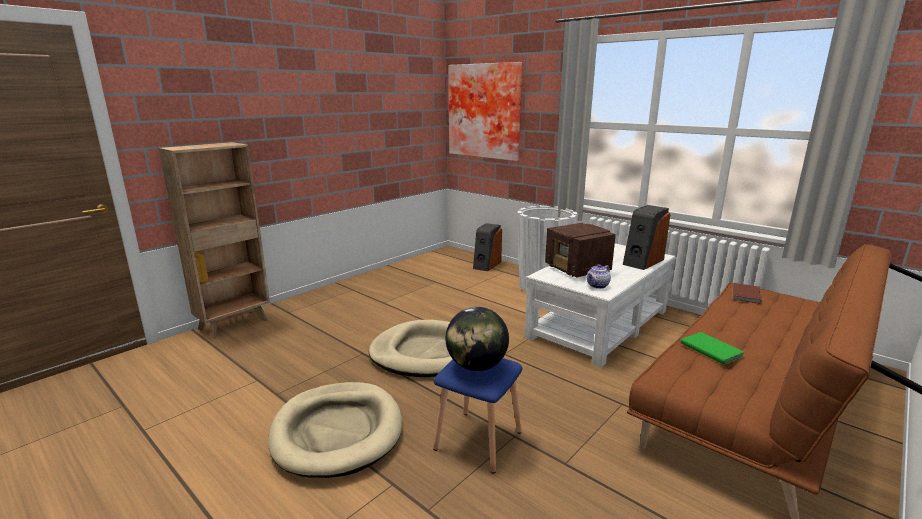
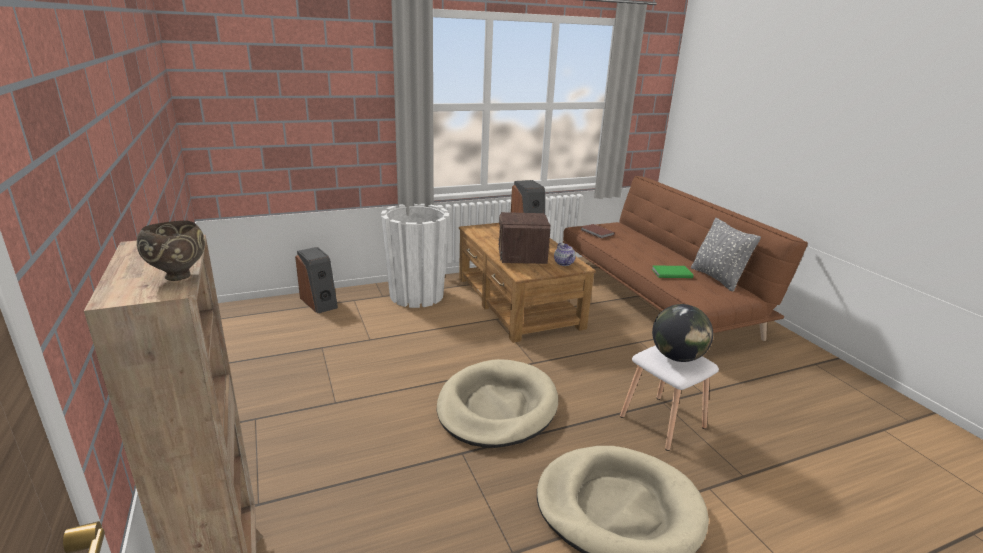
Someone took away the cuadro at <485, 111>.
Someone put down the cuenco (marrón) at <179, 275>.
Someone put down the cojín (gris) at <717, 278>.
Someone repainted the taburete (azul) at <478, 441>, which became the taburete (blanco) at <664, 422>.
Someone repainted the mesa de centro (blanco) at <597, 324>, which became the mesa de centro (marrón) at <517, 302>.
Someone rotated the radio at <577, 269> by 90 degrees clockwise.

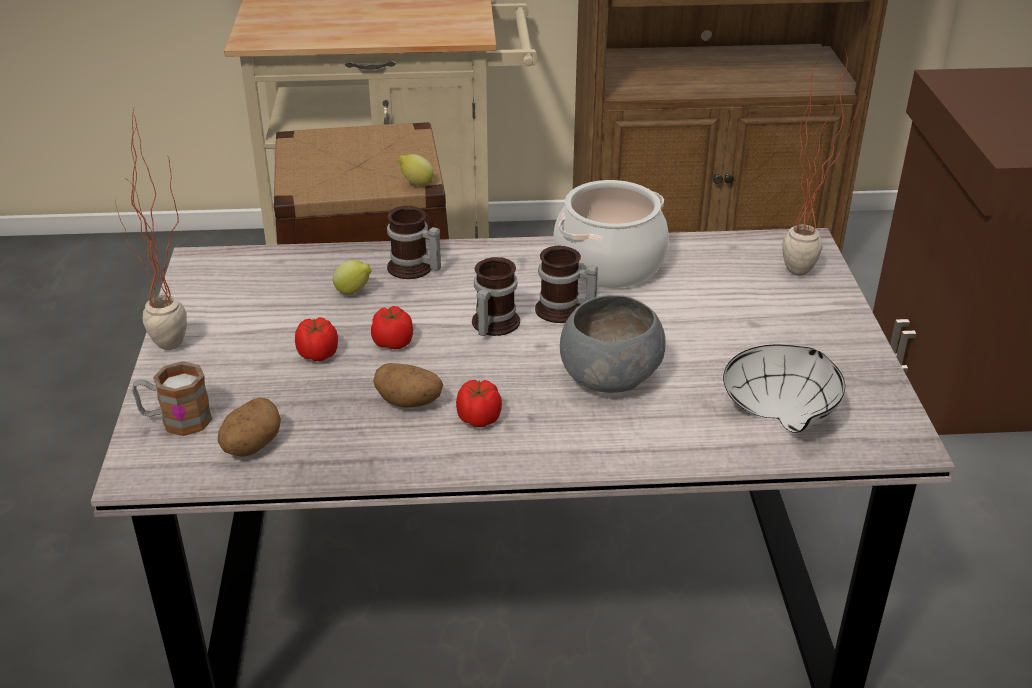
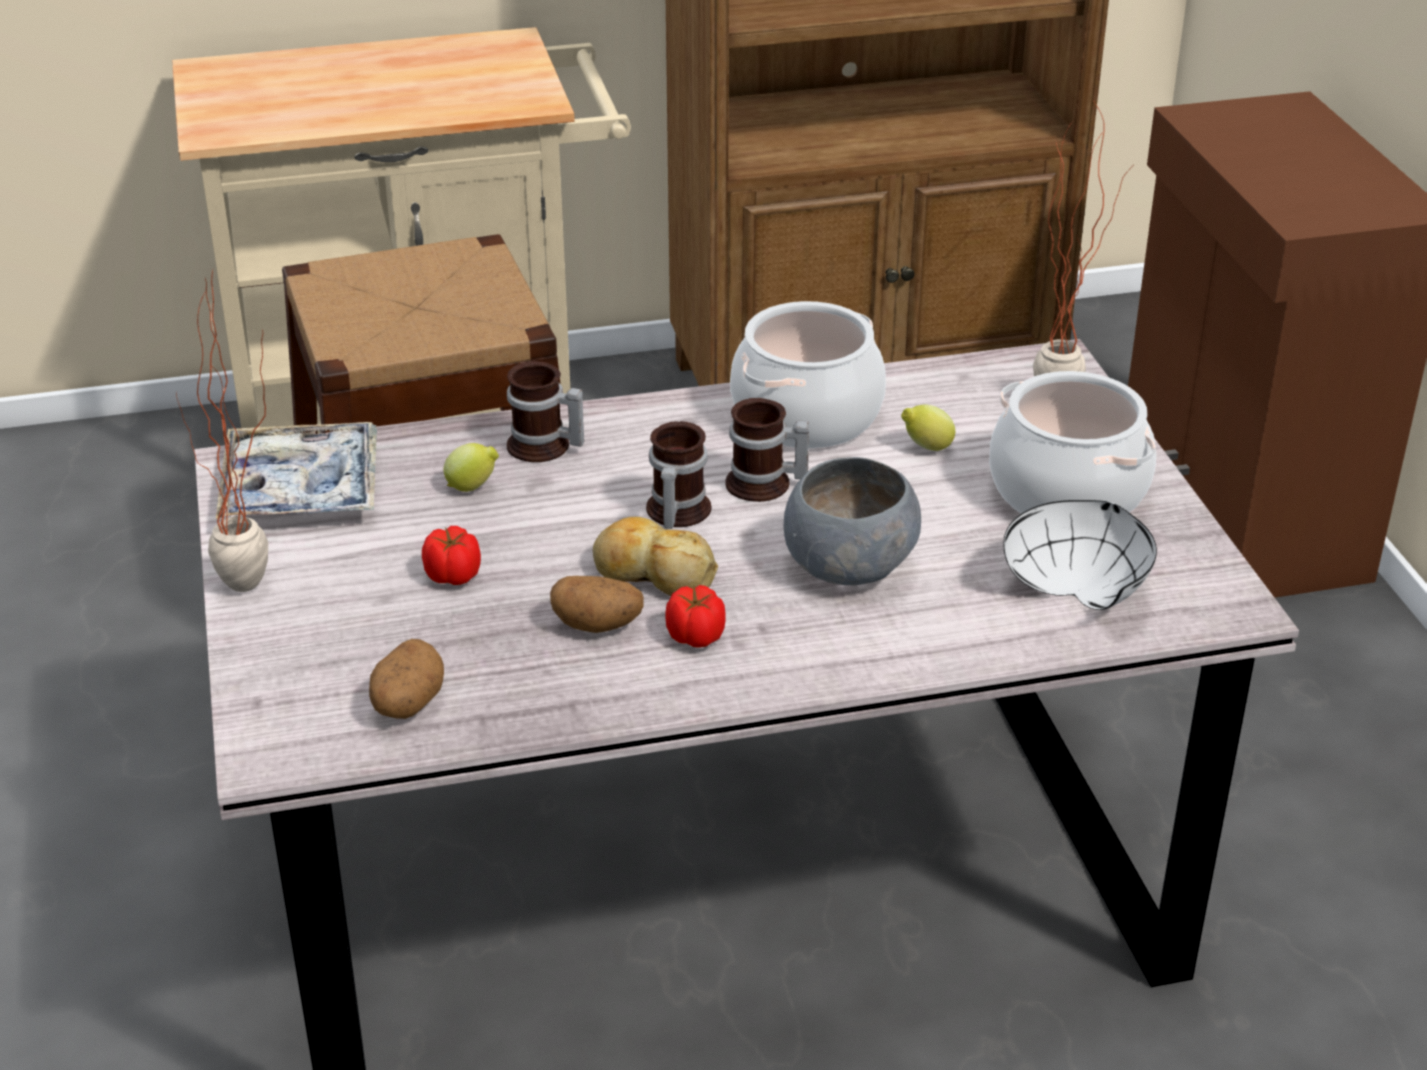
Someone took away the taza grande at <176, 420>.
Someone took away the tomate at <393, 342>.
Someone put down the bandeja at <301, 488>.
Someone put down the pan at <654, 573>.
Someone put down the olla at <1069, 491>.
Someone carried the limón from <416, 184> to <926, 447>.

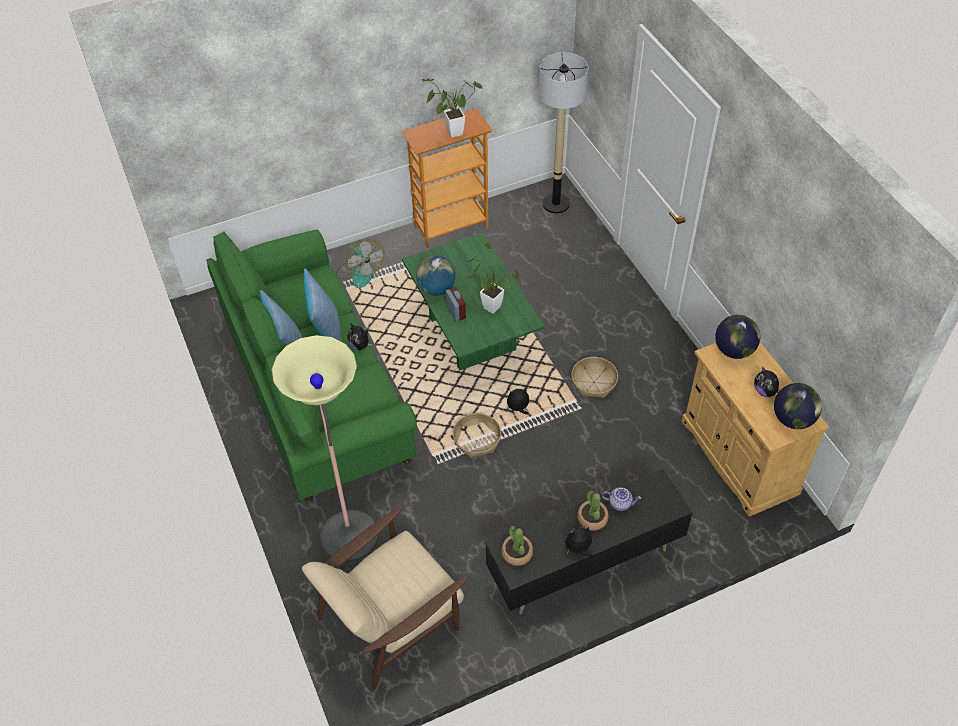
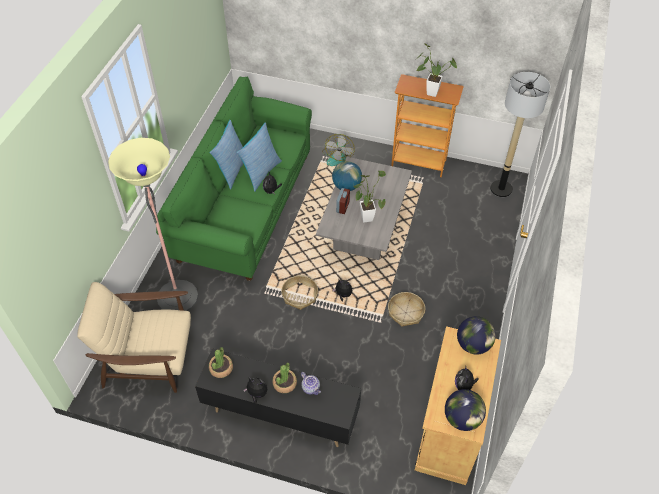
Someone repainted the mesa de centro (verde) at <472, 334>, which became the mesa de centro (gris) at <363, 233>.

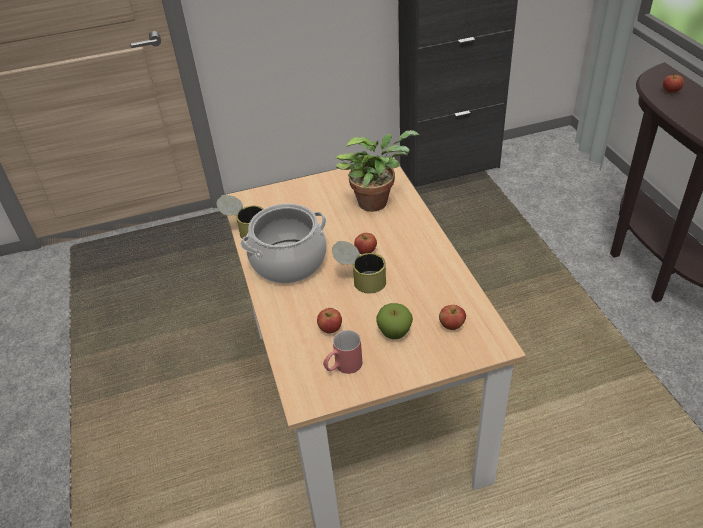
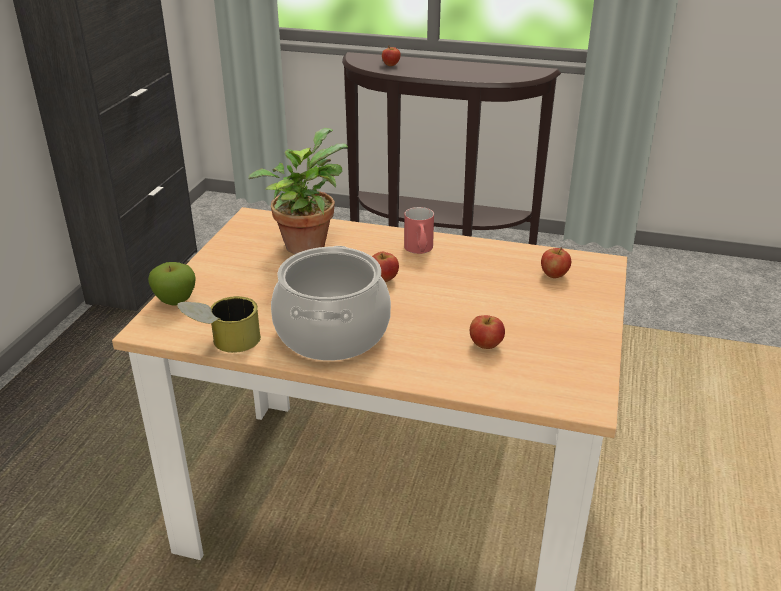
Someone took away the lata at <360, 279>.
Someone carried the taza grande (rojo) from <343, 367> to <419, 250>.
Someone carried the manzana from <394, 333> to <175, 301>.

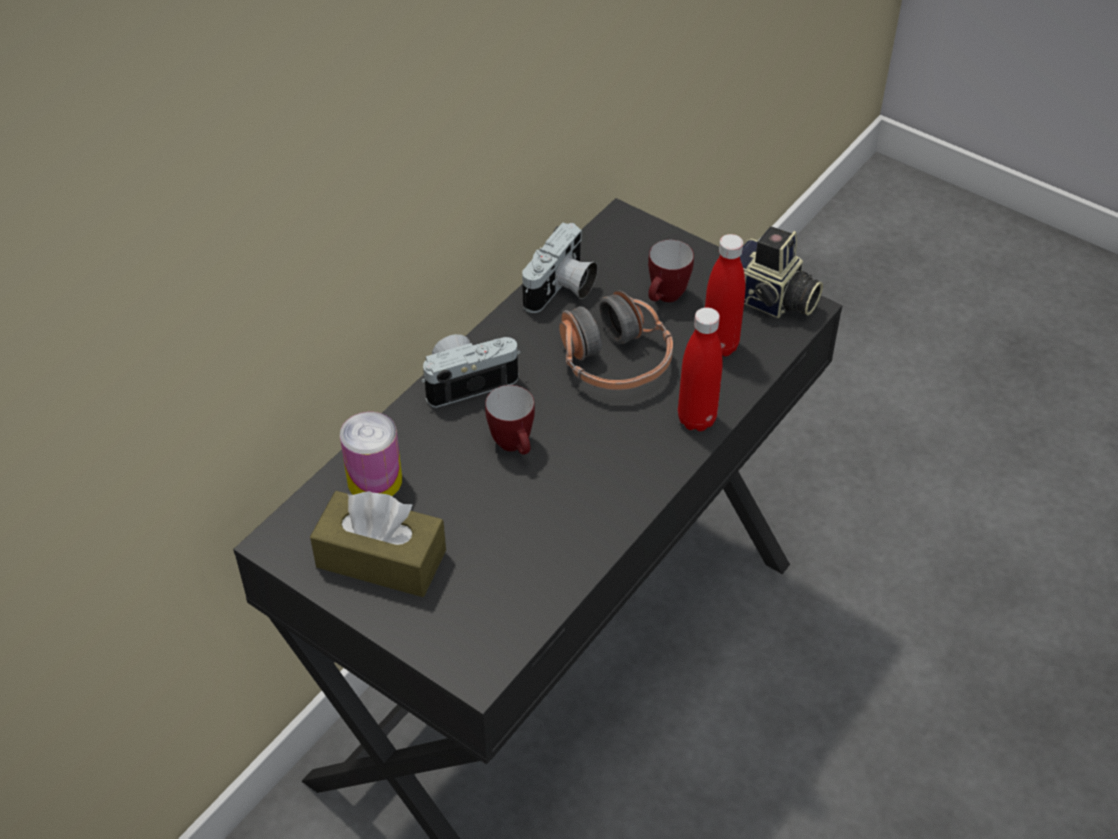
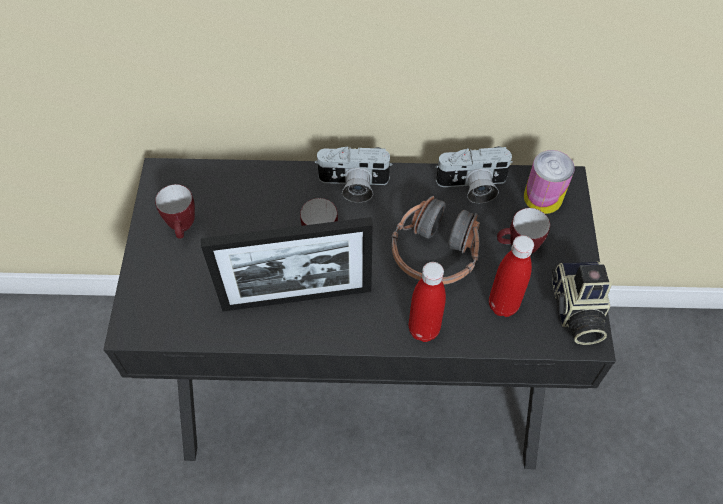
Someone put down the portarretratos at <297, 297>.
Someone carried the lata from <374, 480> to <543, 197>.
Someone swapped the caja de pañuelos (marrón) at <381, 558> for the taza grande at <183, 228>.
Someone rotated the cámara at <468, 380> by 150 degrees clockwise.

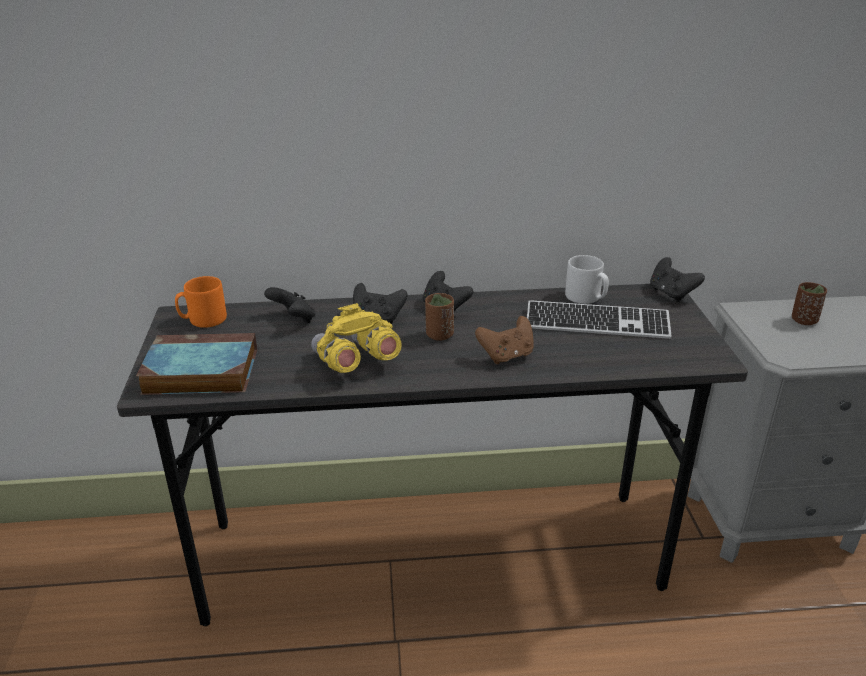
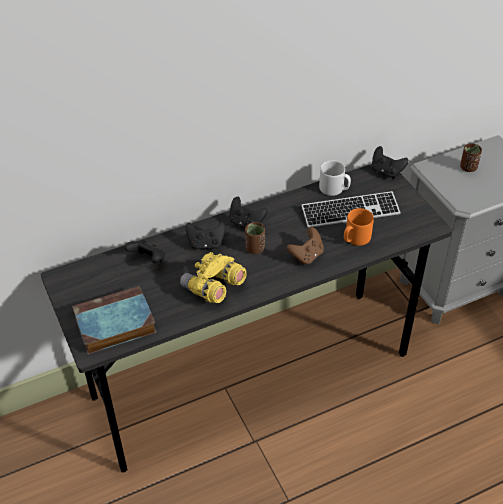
Someone carried the taza grande (naranja) from <203, 320> to <355, 238>.

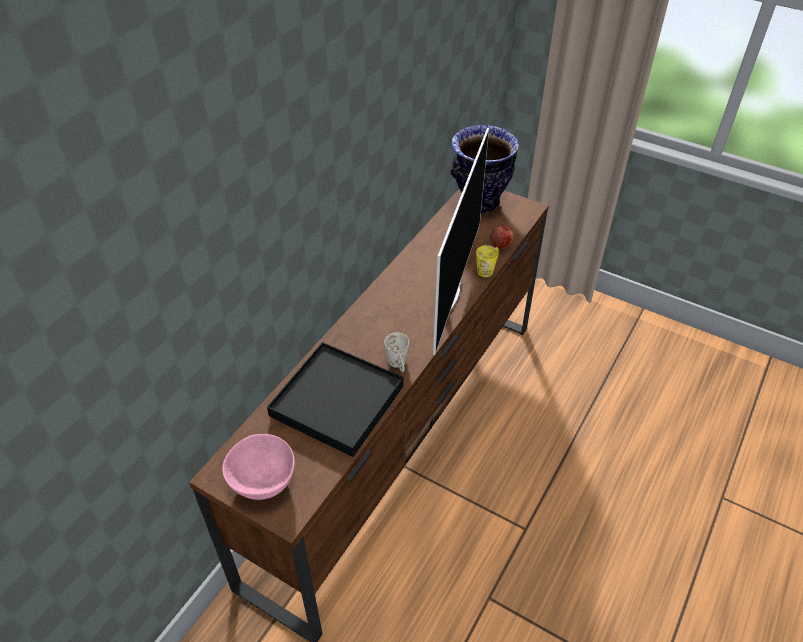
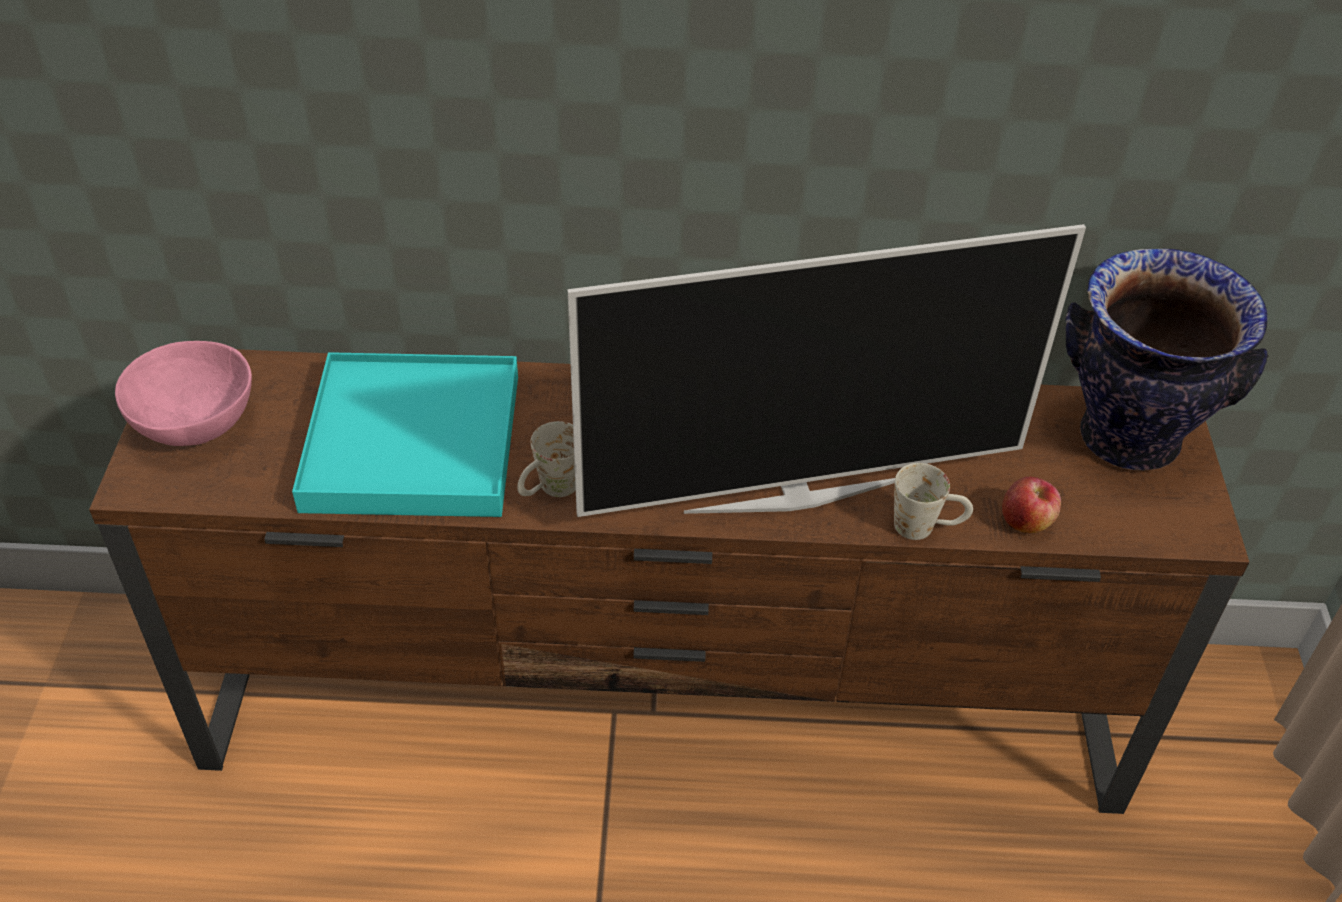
Someone repainted the bandeja (negro) at <337, 401>, which became the bandeja (turquesa) at <412, 442>.
Someone repainted the taza grande (amarillo) at <487, 269>, which became the taza grande (blanco) at <926, 527>.

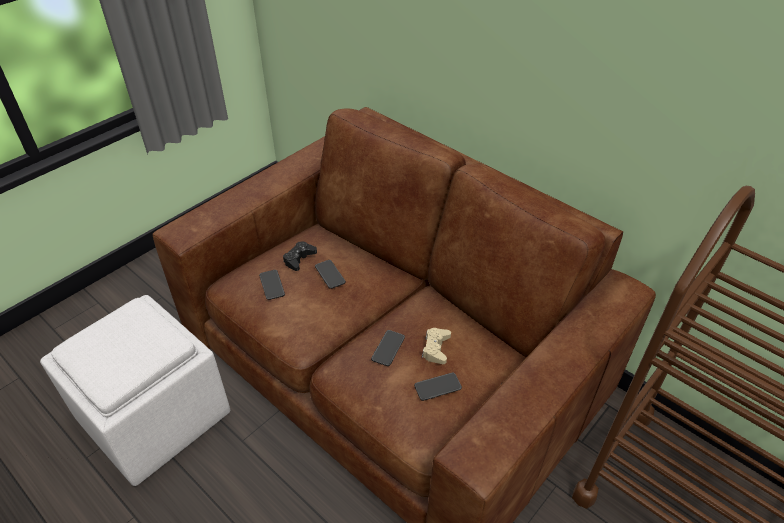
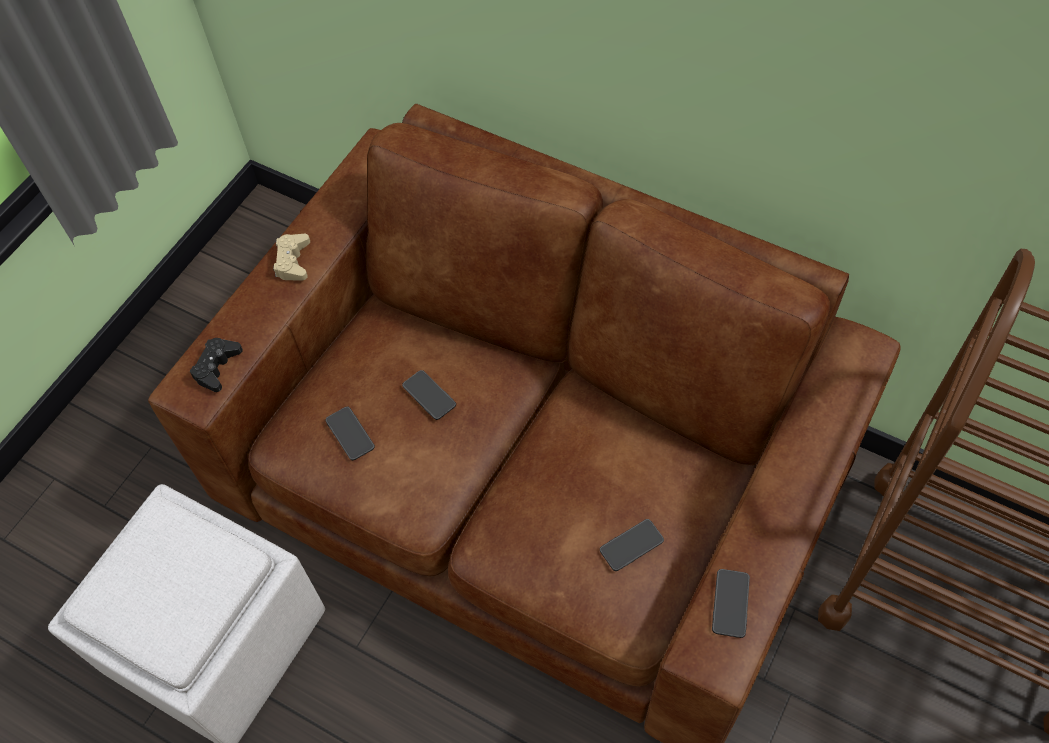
Someone carried the mando de consola (negro) from <299, 259> to <217, 367>.
Someone carried the móvil from <388, 348> to <730, 603>.
Someone carried the mando de consola (beis) from <436, 348> to <293, 261>.

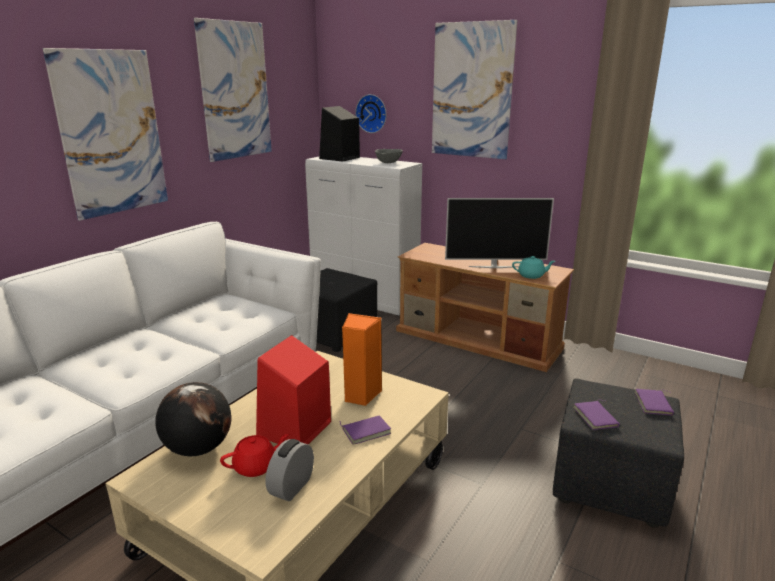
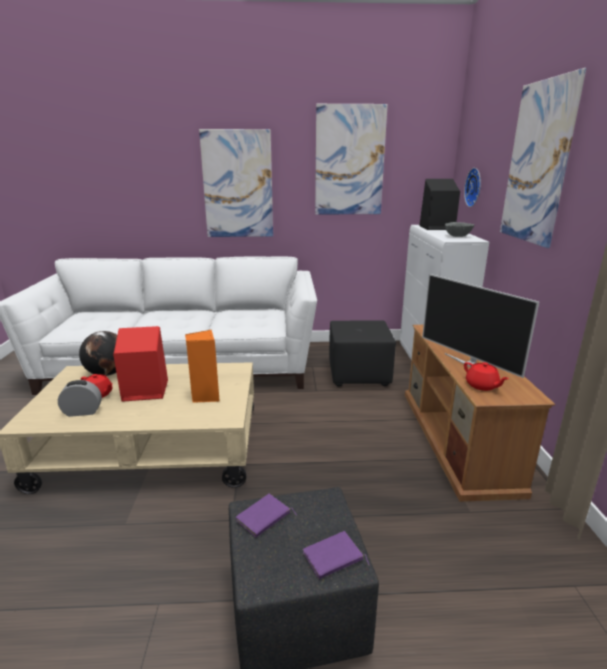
Someone took away the libro (morado) at <366, 431>.
Someone repainted the tetera (turquesa) at <531, 276>, which became the tetera (rojo) at <482, 386>.

